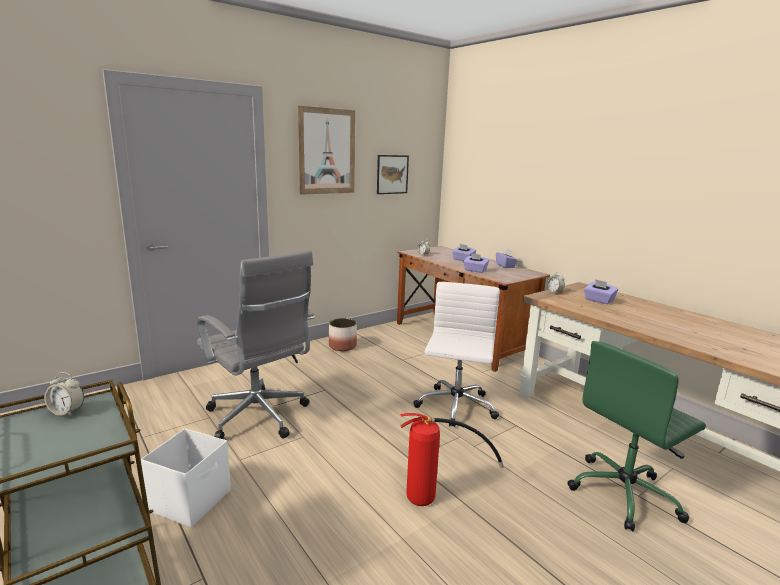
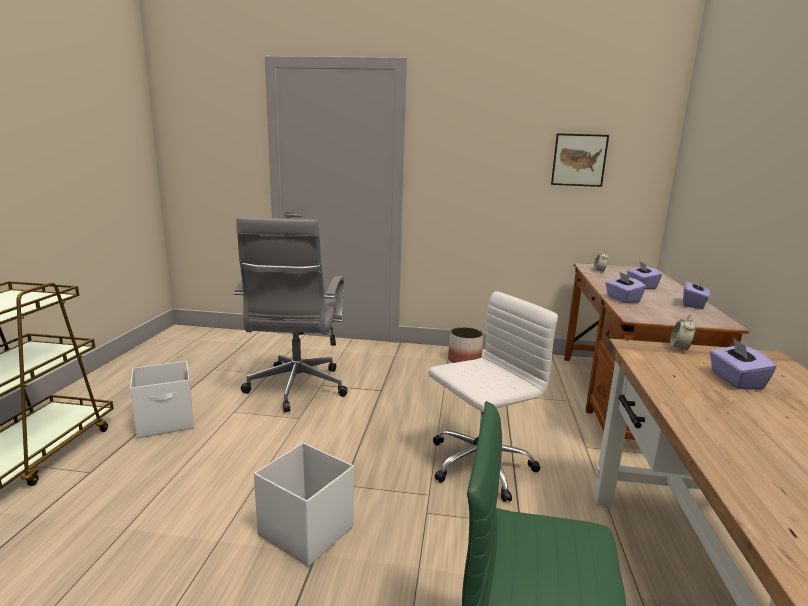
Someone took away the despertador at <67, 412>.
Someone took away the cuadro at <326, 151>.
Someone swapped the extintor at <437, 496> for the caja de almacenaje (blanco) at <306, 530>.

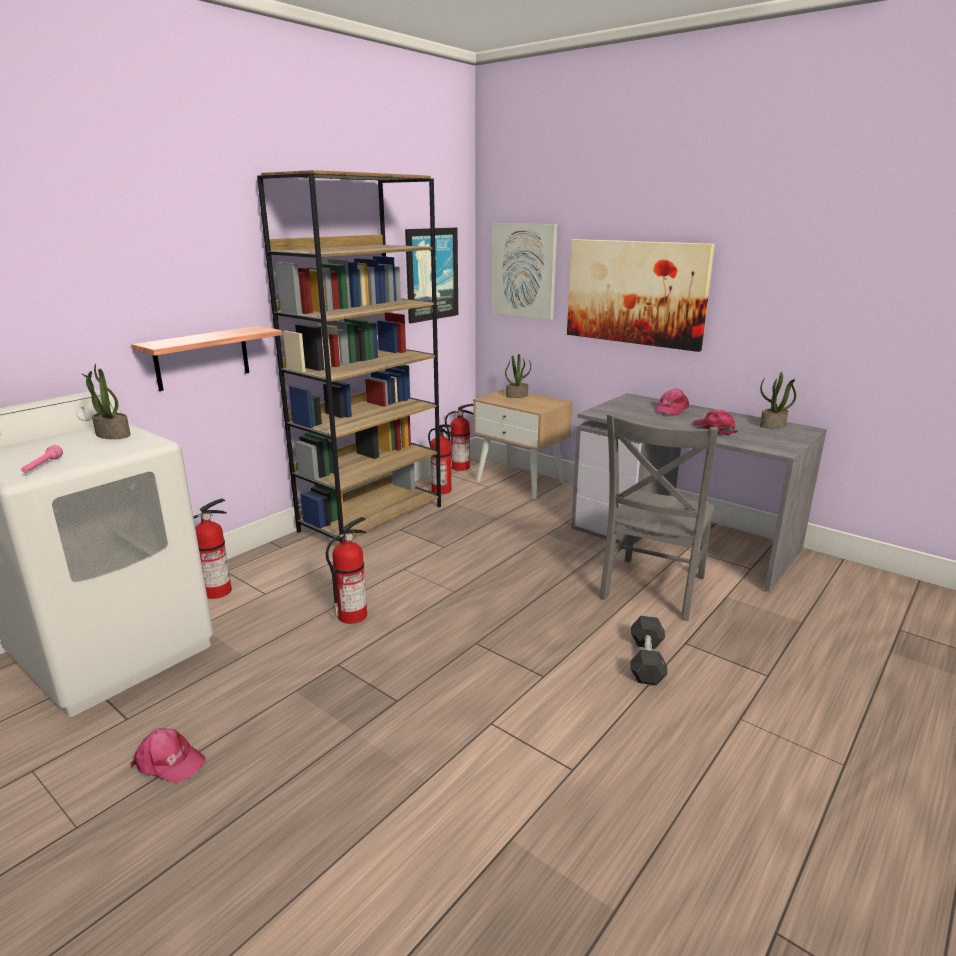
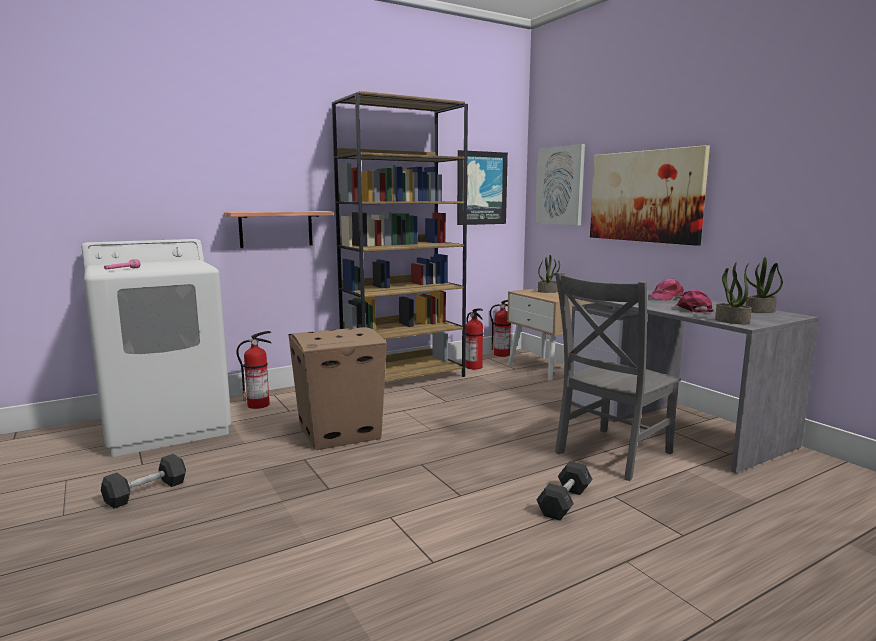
Someone carried the planta en maceta from <112, 435> to <731, 321>.
Someone swapped the gorra (rosa) at <169, 762> for the mancuerna (gris) at <146, 492>.
Someone swapped the extintor at <353, 615> for the caja de cartón at <340, 432>.

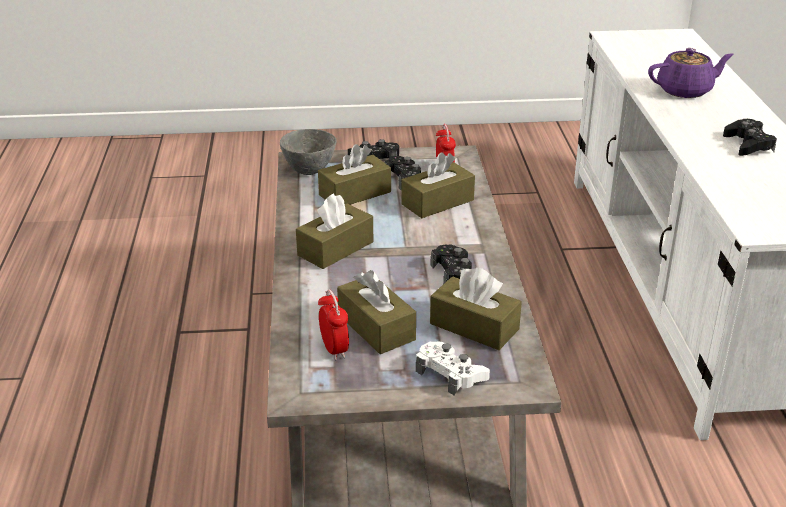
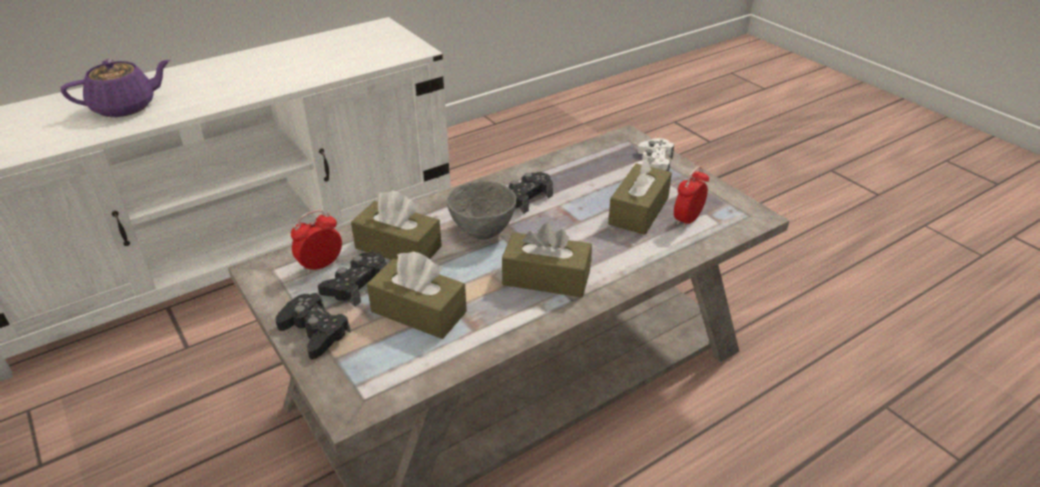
Someone took away the caja de pañuelos (marrón) at <474, 326>.
Someone took away the mando de consola (negro) at <748, 144>.
Someone carried the cuenco (gris) from <308, 170> to <482, 232>.
Someone rotated the tetera (morado) at <685, 90> by 105 degrees clockwise.

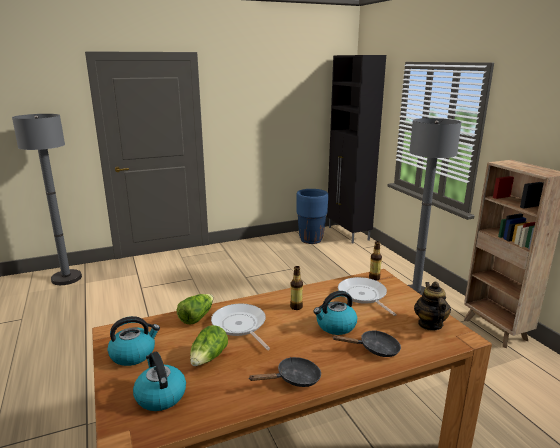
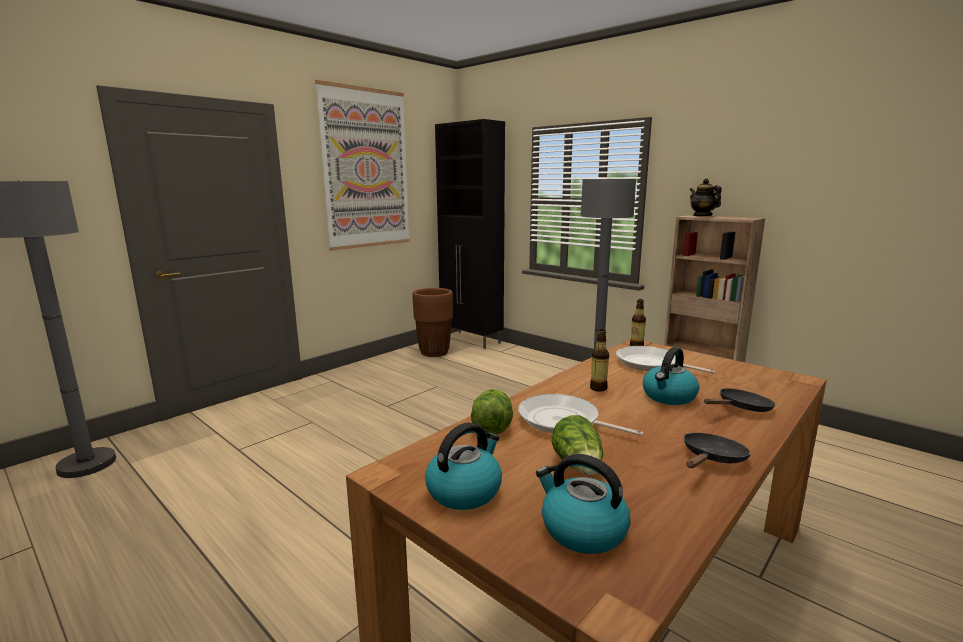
Someone put up the cuadro at <366, 169>.
Someone carried the tetera from <430, 324> to <702, 216>.
Someone repainted the maceta (azul) at <311, 240>, which became the maceta (marrón) at <434, 352>.

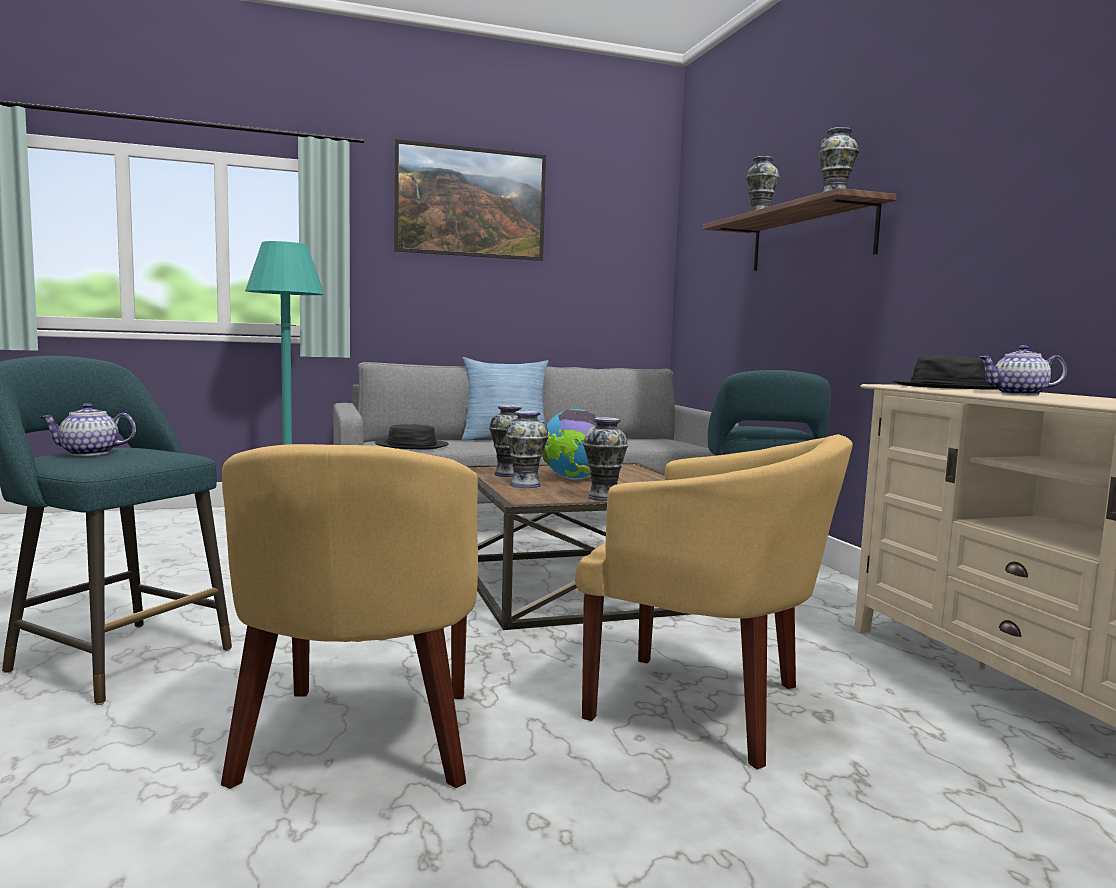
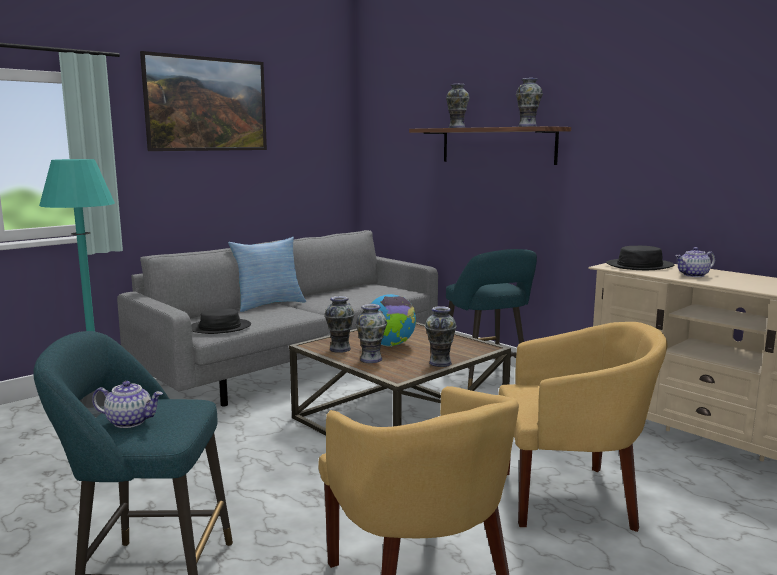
Someone rotated the tetera at <89, 453> by 135 degrees counterclockwise.

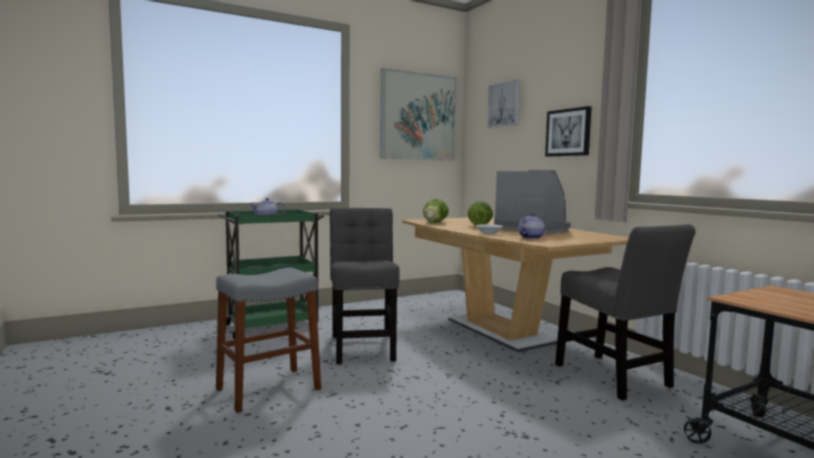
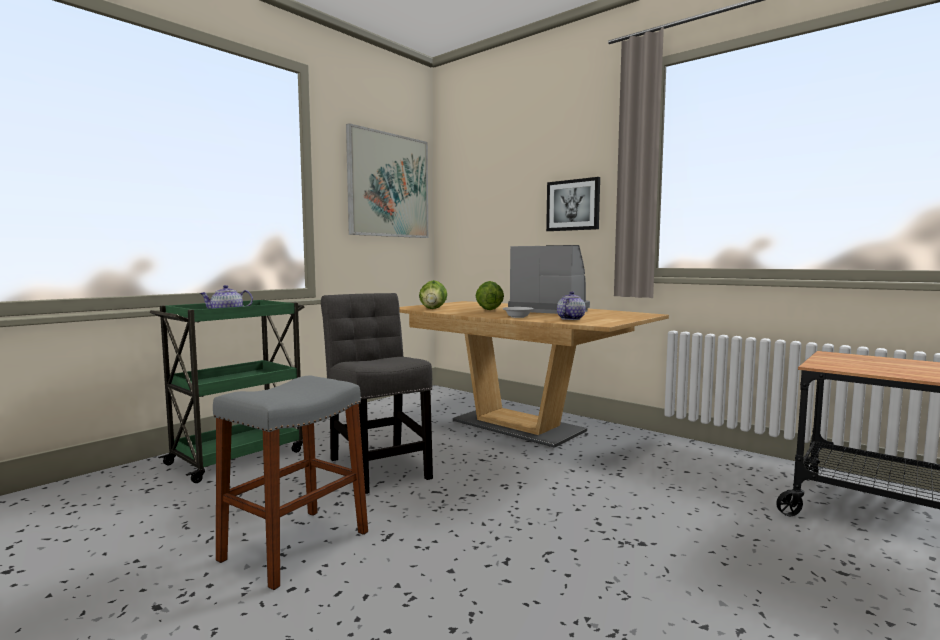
Someone took away the cuadro at <505, 104>.
Someone took away the silla (gris) at <615, 378>.

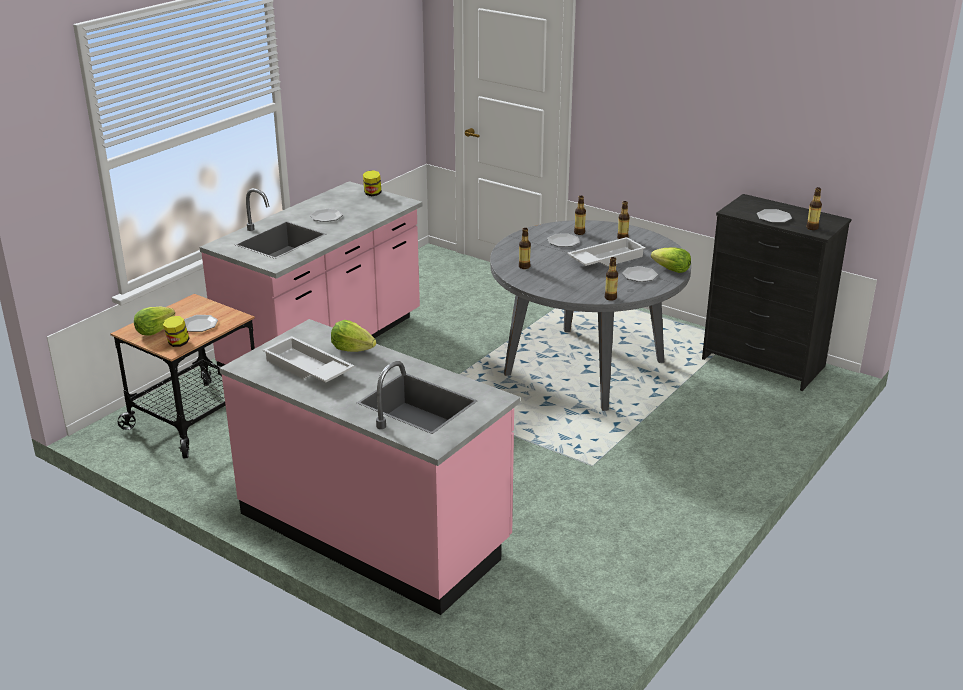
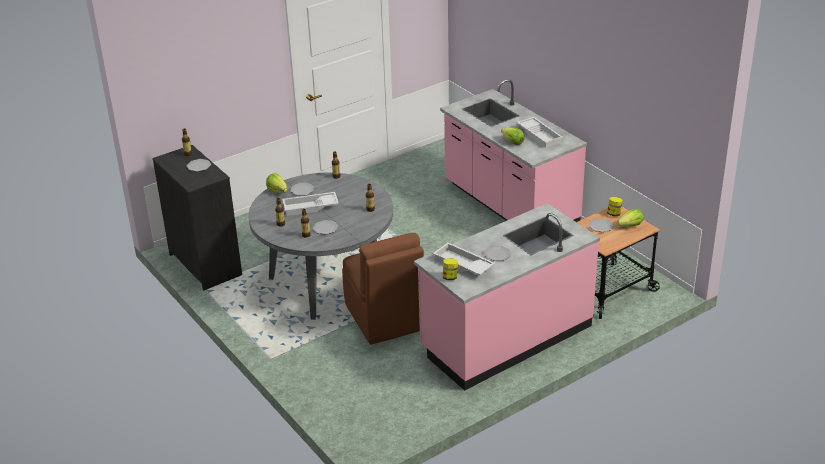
Someone put down the silla (marrón) at <384, 319>.
Someone put down the bandeja (blanco) at <462, 264>.

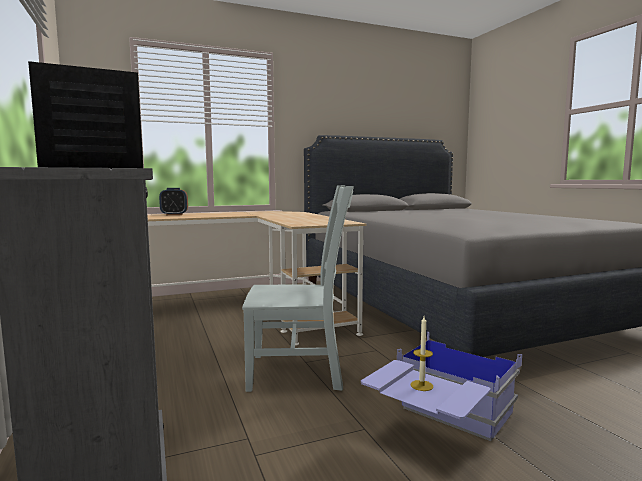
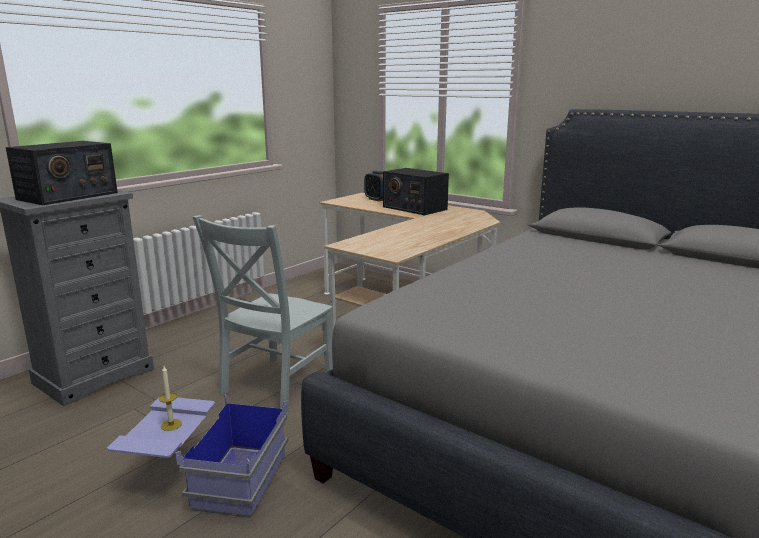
Someone put down the radio at <414, 208>.
Someone rotated the silla (gris) at <300, 371> by 60 degrees clockwise.

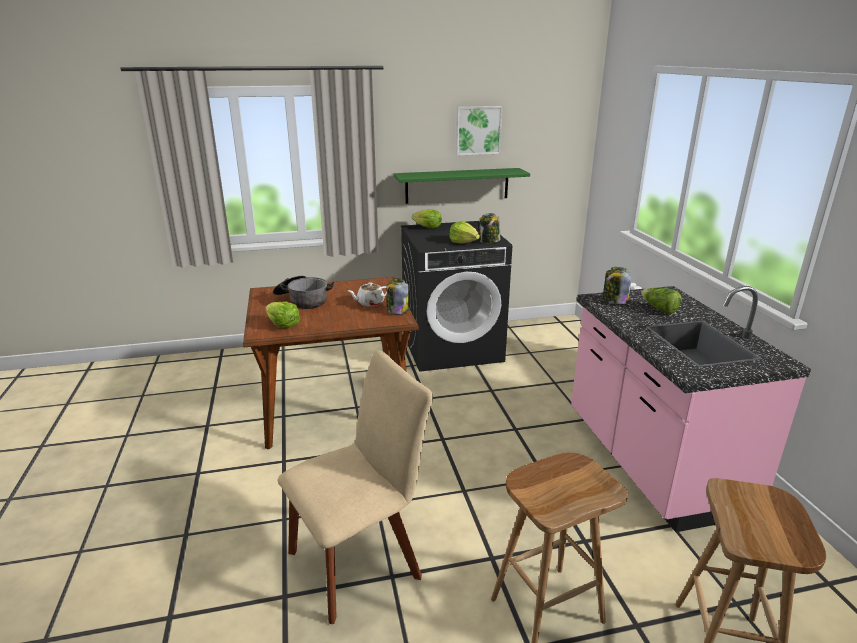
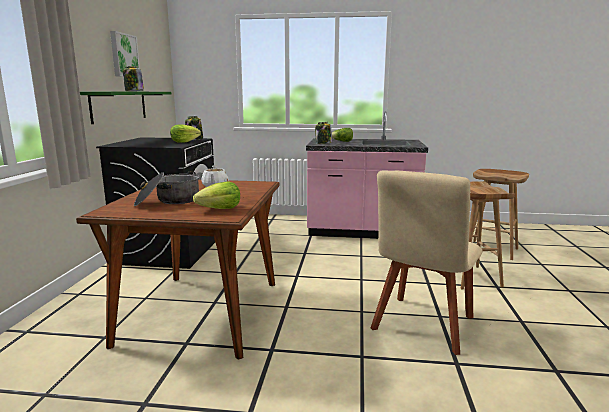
Someone took away the lechuga at <427, 227>.
Someone carried the tarro from <397, 311> to <134, 91>.
Someone rotated the silla (beis) at <360, 560> by 135 degrees counterclockwise.

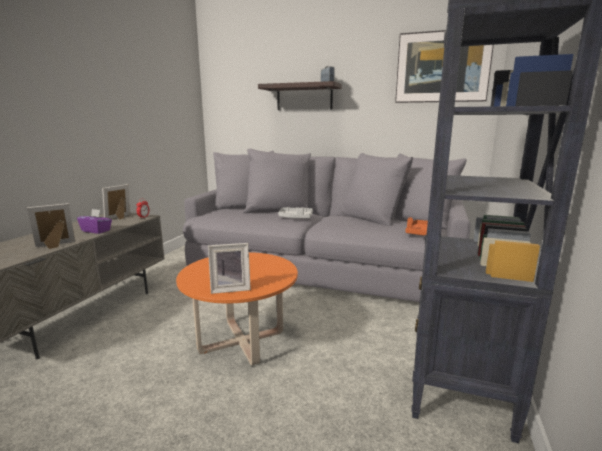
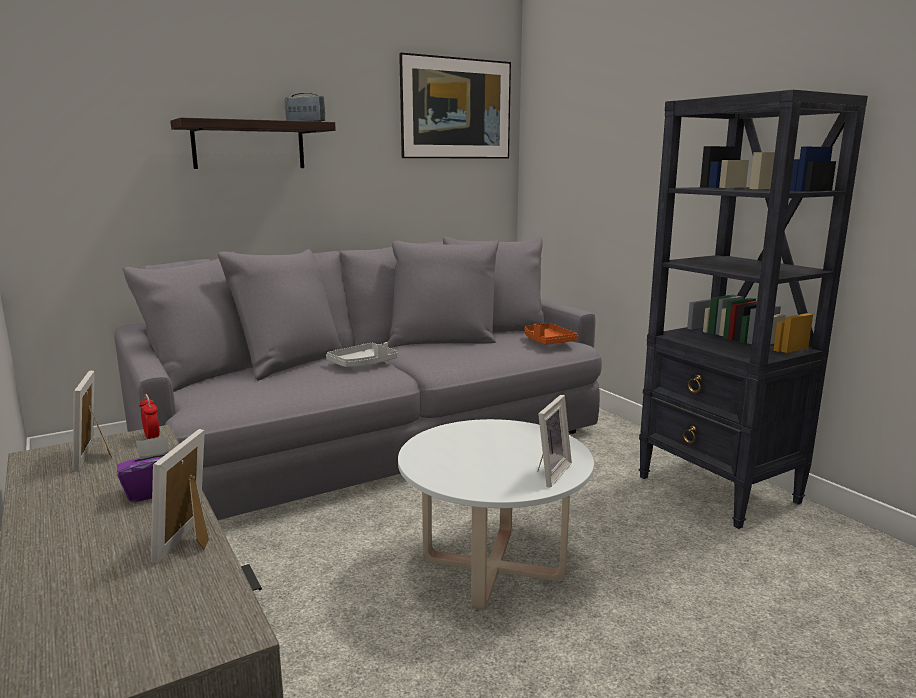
Someone repainted the mesa de centro (naranja) at <241, 341>, which became the mesa de centro (blanco) at <493, 568>.

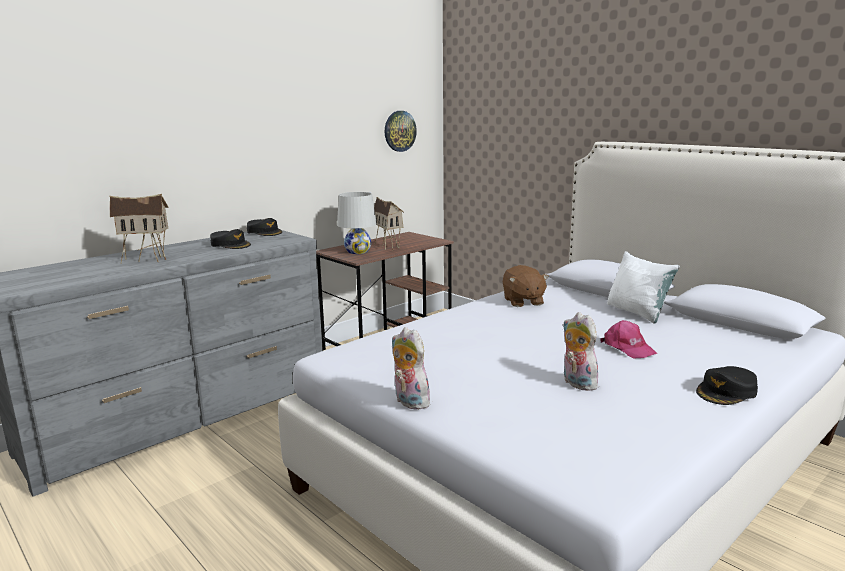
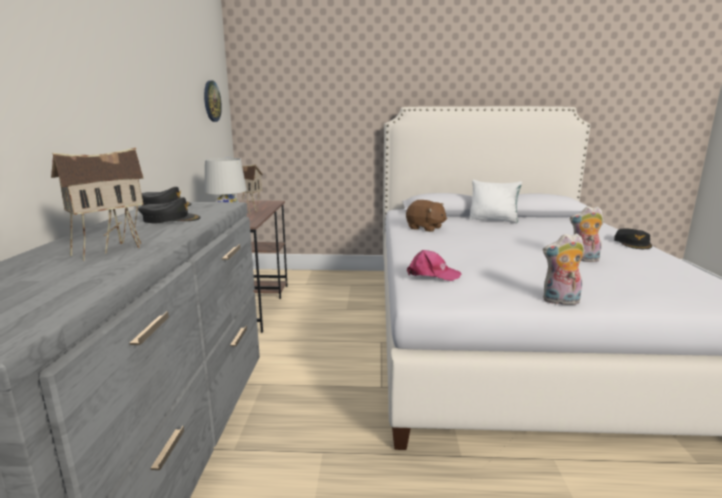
Someone carried the gorra (rosa) from <628, 348> to <432, 274>.

